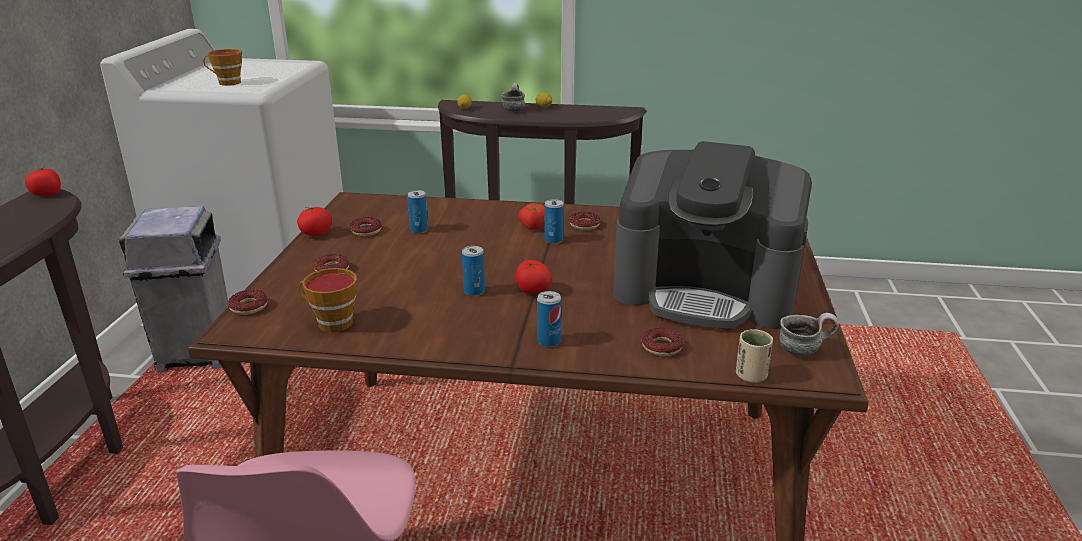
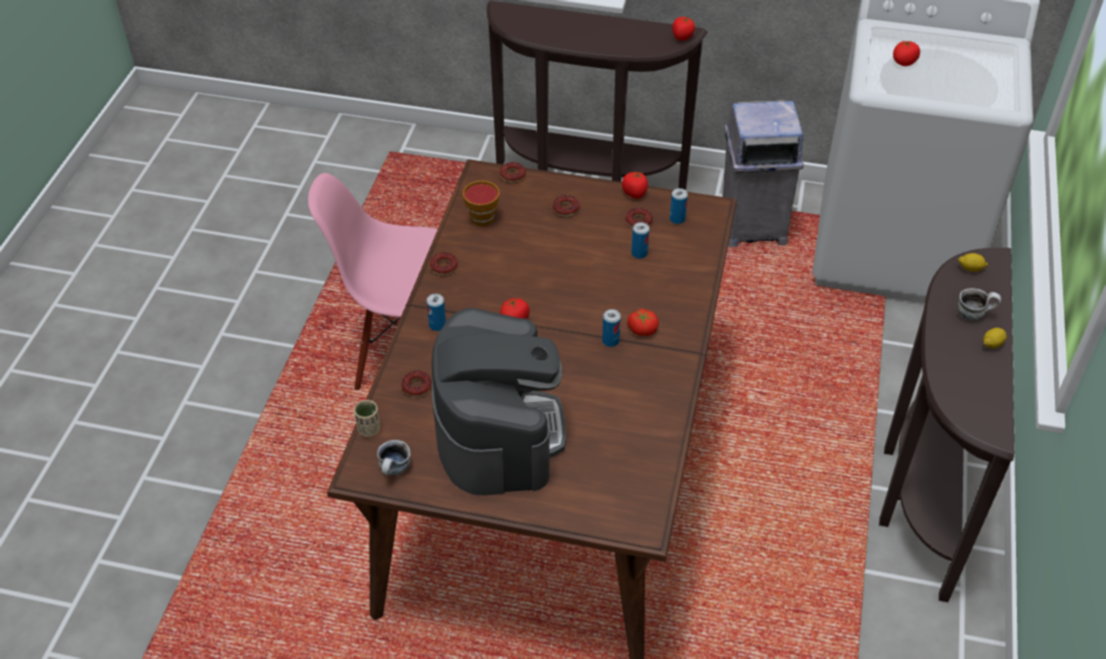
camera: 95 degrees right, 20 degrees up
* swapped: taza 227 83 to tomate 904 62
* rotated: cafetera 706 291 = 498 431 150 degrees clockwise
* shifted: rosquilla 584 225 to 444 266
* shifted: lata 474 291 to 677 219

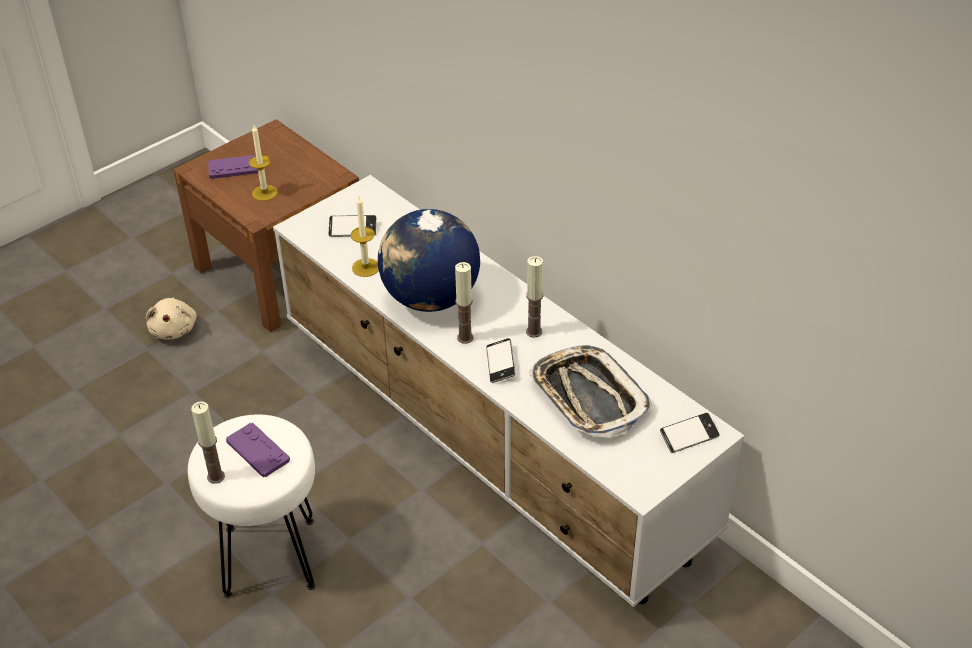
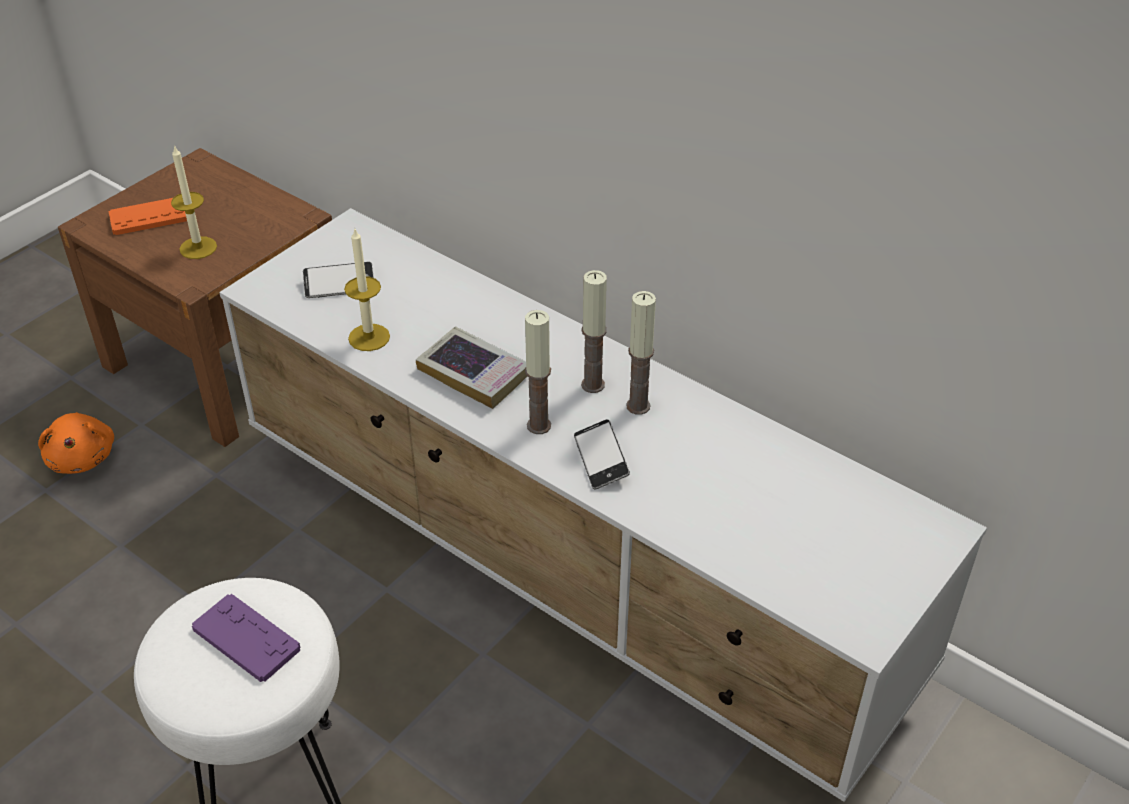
camera: 10 degrees left, 0 degrees up
* repainted: mando de consola [morado] 235 168 to mando de consola [naranja] 149 217
* swapped: globo terráqueo 430 298 to libro 474 373
* repainted: peluche [beis] 174 329 to peluche [naranja] 82 457
* gone: bandeja 588 397
* shifted: vela 216 476 to 593 385
* gone: móvil 689 436

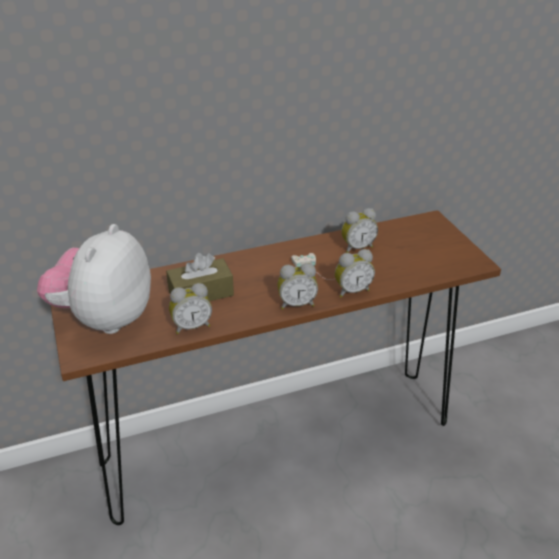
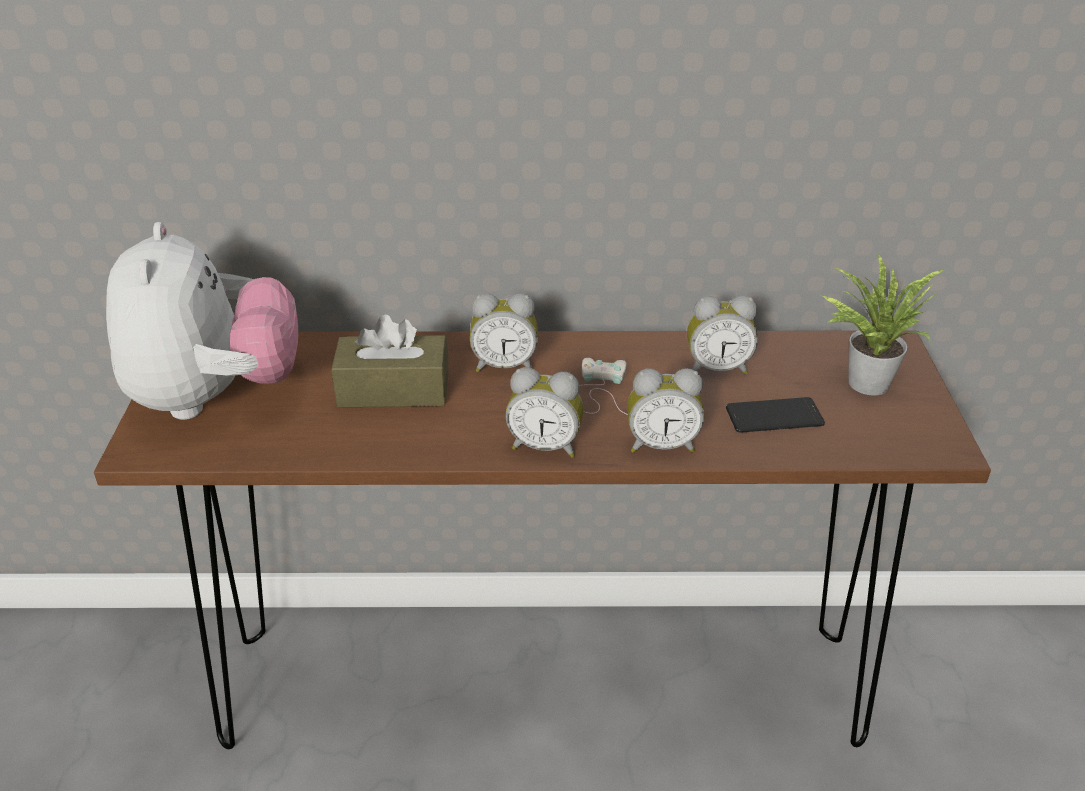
camera: 20 degrees right, 0 degrees up
* rotated: peluche 104 318 = 216 397 135 degrees clockwise
* shifted: despertador 191 326 to 504 365
* new: planta en maceta 864 380
* new: móvil 774 416

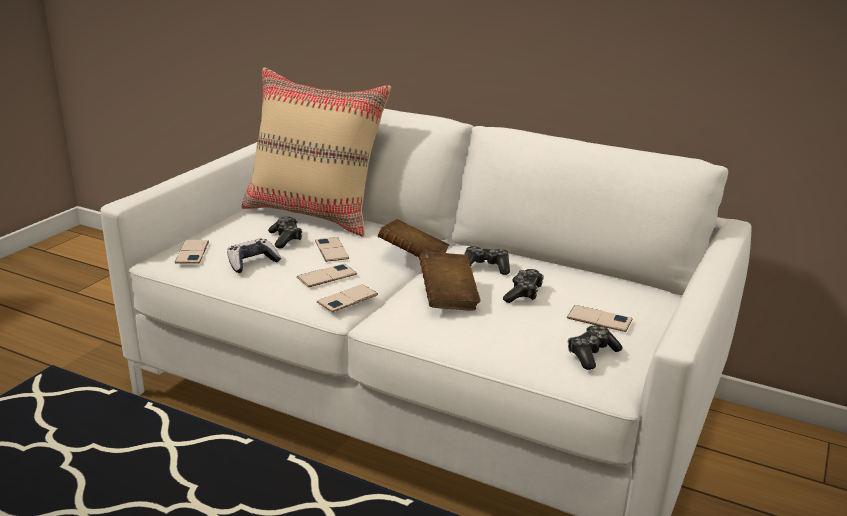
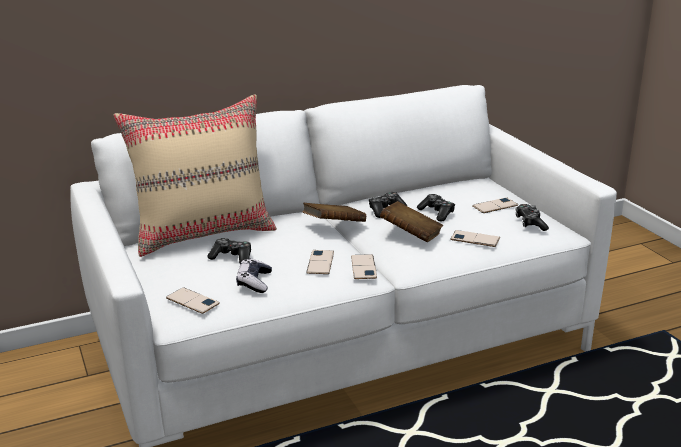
camera: 50 degrees left, 0 degrees up
* shifted: móvil 331 250 to 475 239

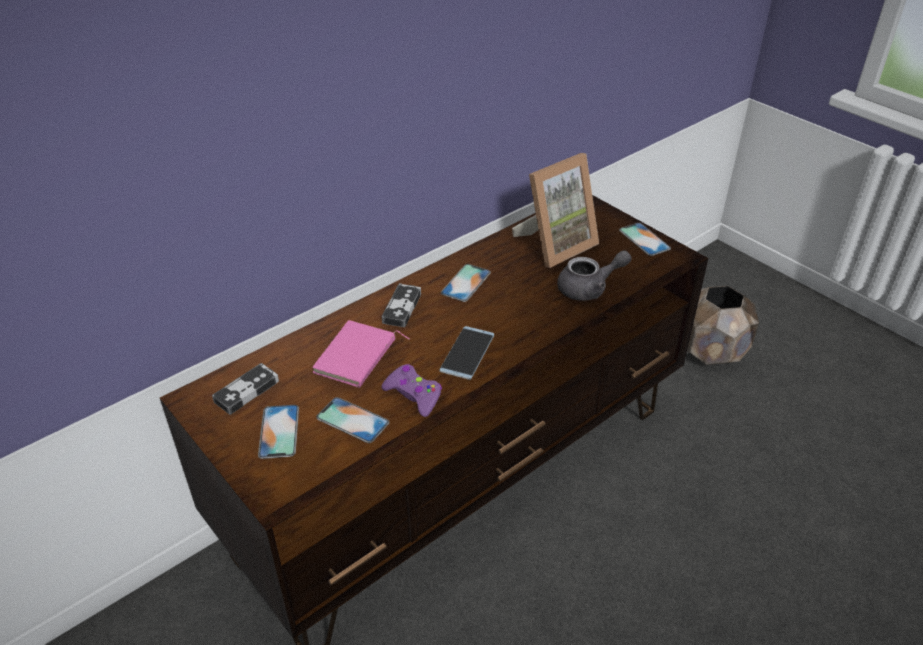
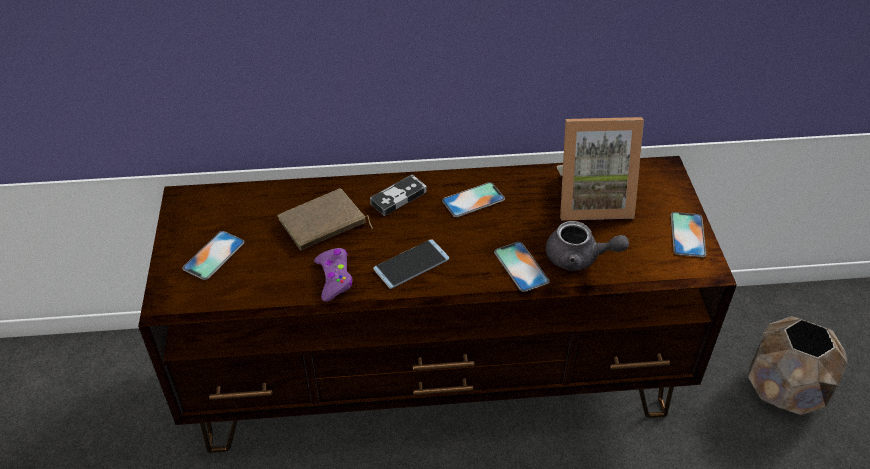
camera: 35 degrees right, 5 degrees up
* repainted: libro [rosa] 357 358 to libro [marrón] 323 224
* gone: mando de consola 247 391
* shifted: móvil 352 420 to 521 267

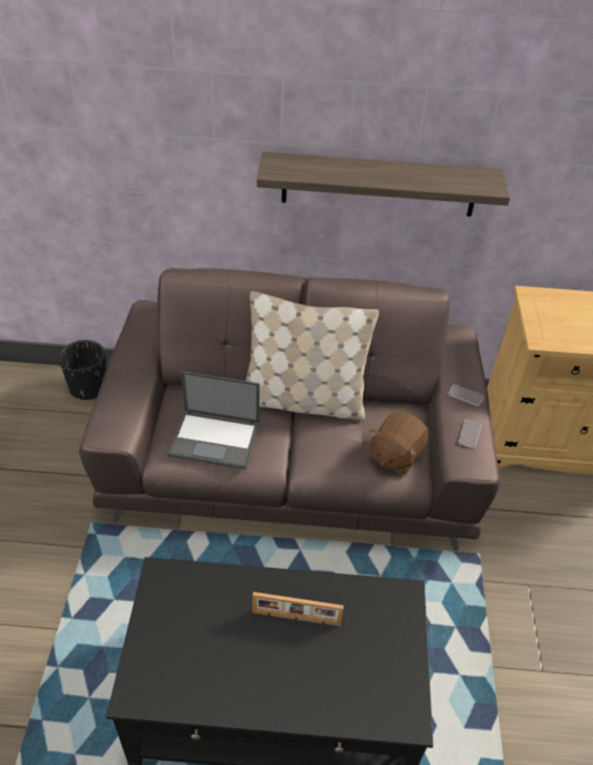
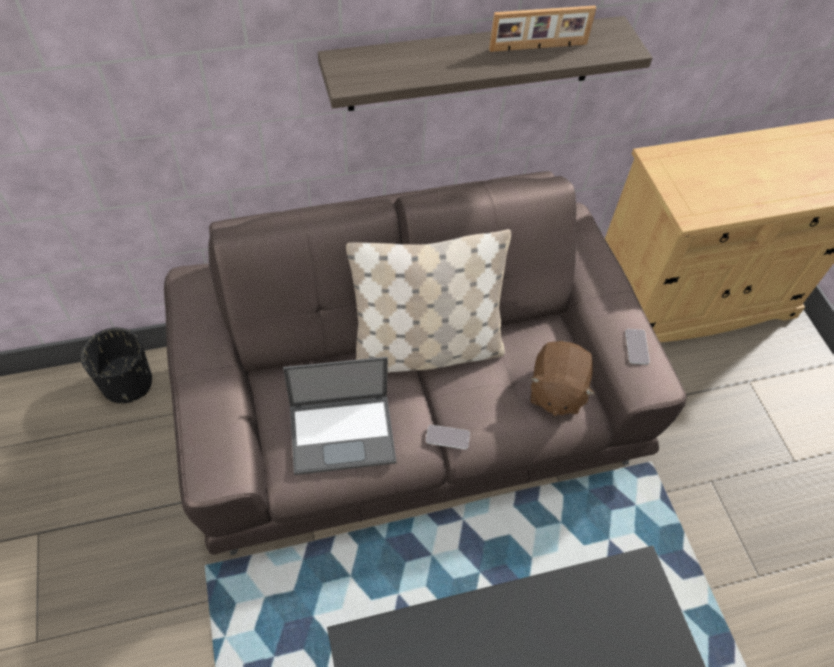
camera: 20 degrees left, 10 degrees up
* shifted: móvil 465 396 to 447 437
* shifted: portarretratos 296 619 to 538 47

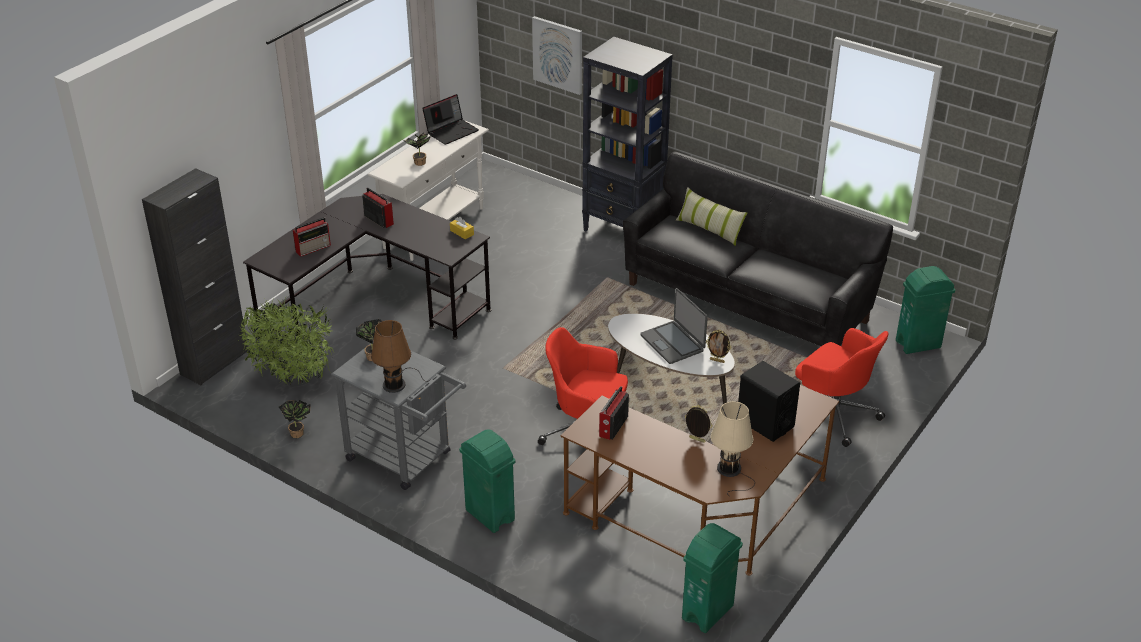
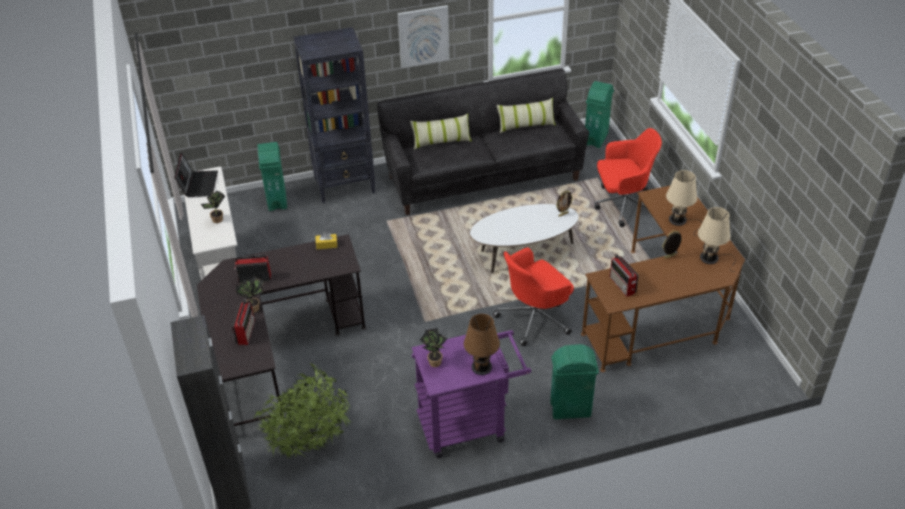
camera: 50 degrees left, 5 degrees up
* shifted: cuadro 558 54 to 423 36
* gone: portátil 673 343
* repainted: carrito [gris] 405 459 to carrito [morado] 469 424
* swapped: altavoz [negro] 765 423 to lámpara de mesa [beis] 679 221
* shifted: planta en maceta 299 433 to 254 307
* shifted: papelera [verde] 708 612 to 277 200
* new: cojín 526 125

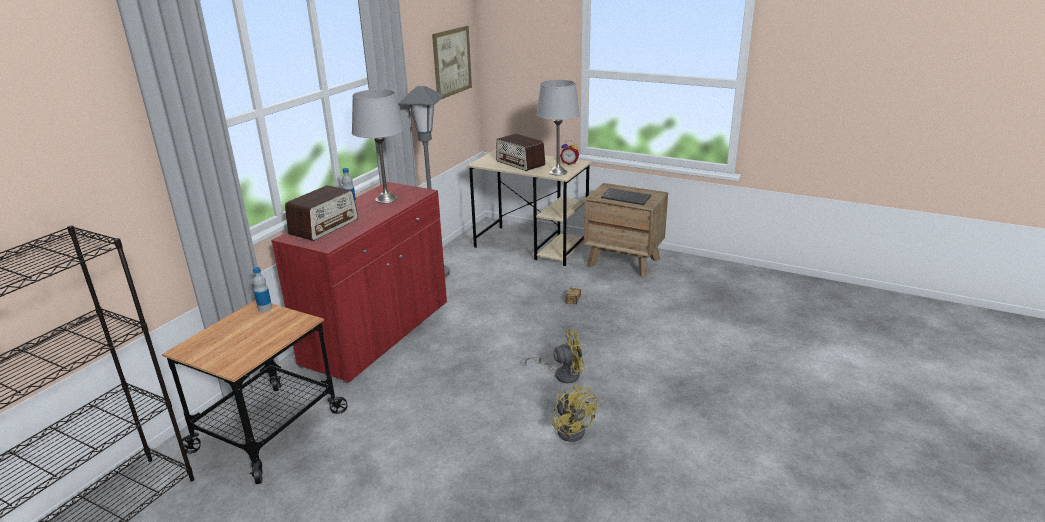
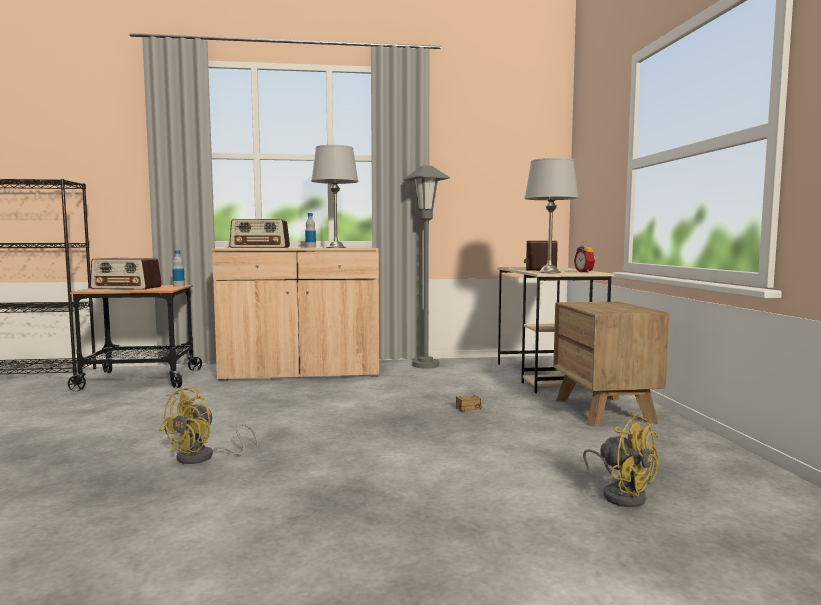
camera: 55 degrees right, 20 degrees down
* gone: cuadro 452 62
* repainted: armario [rojo] 378 333 to armario [beis] 301 372
* gone: teclado 626 197
* shifted: ventilador [amarillo] 562 374 to 621 494
* new: radio 127 288

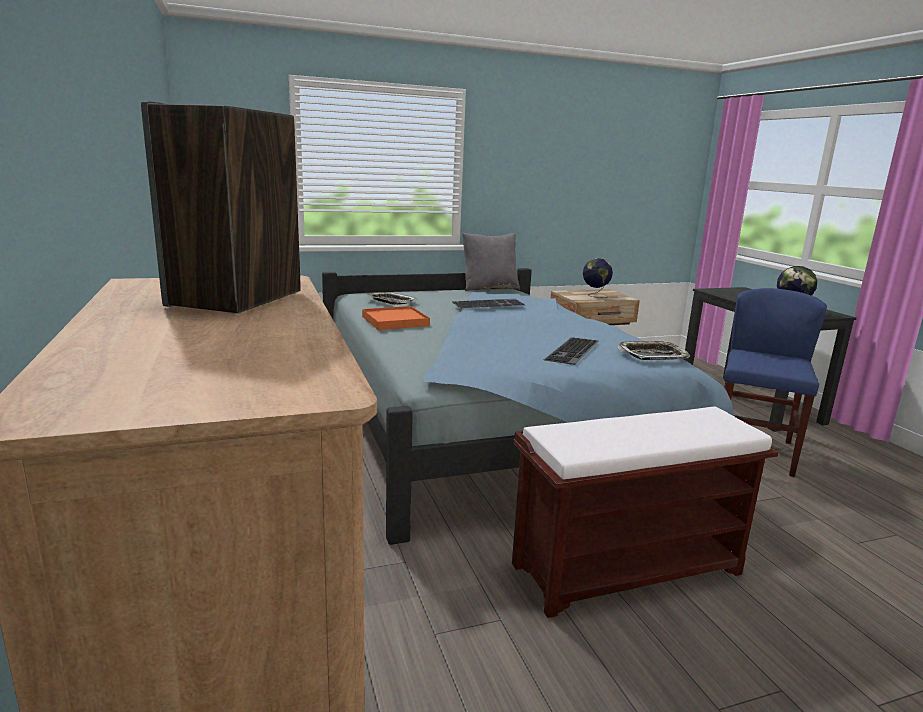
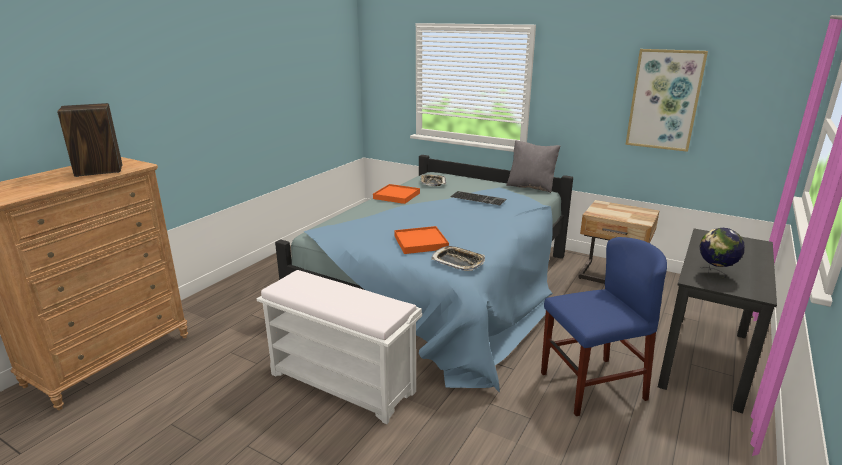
camera: 50 degrees right, 5 degrees up
* gone: globo terráqueo 595 295
* swapped: teclado 574 351 to bandeja [naranja] 420 242
* repainted: banco [marrón] 628 568 to banco [blanco] 343 383
* new: cuadro 664 100

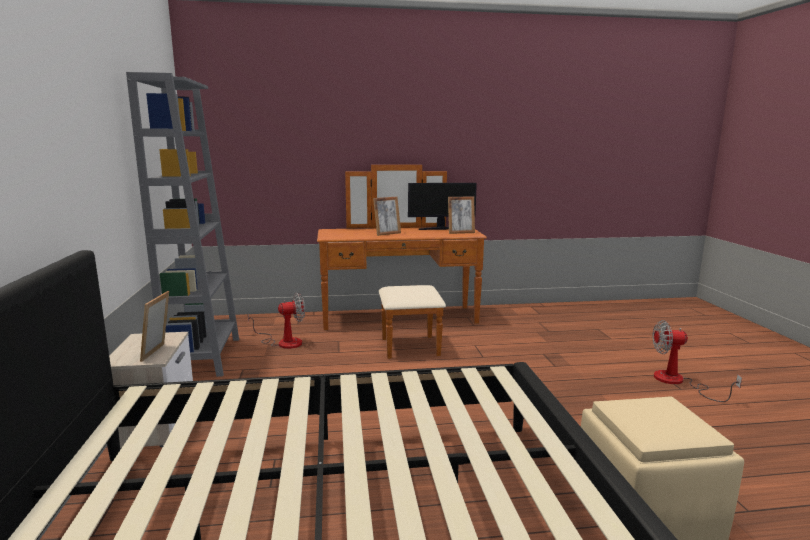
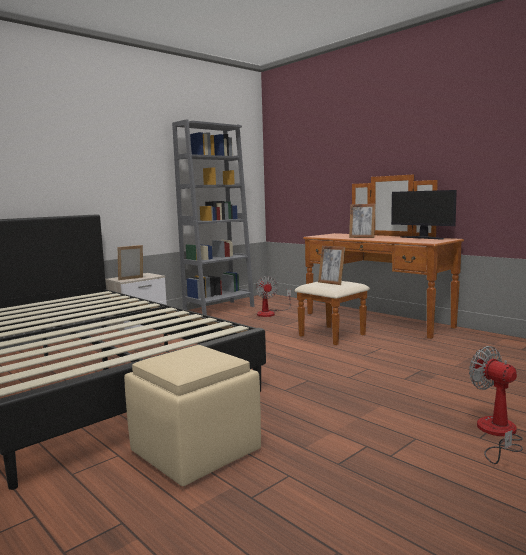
camera: 55 degrees right, 5 degrees down
* shifted: portarretratos 461 232 to 331 283
* rotated: ventilador 283 342 = 270 313 45 degrees clockwise

